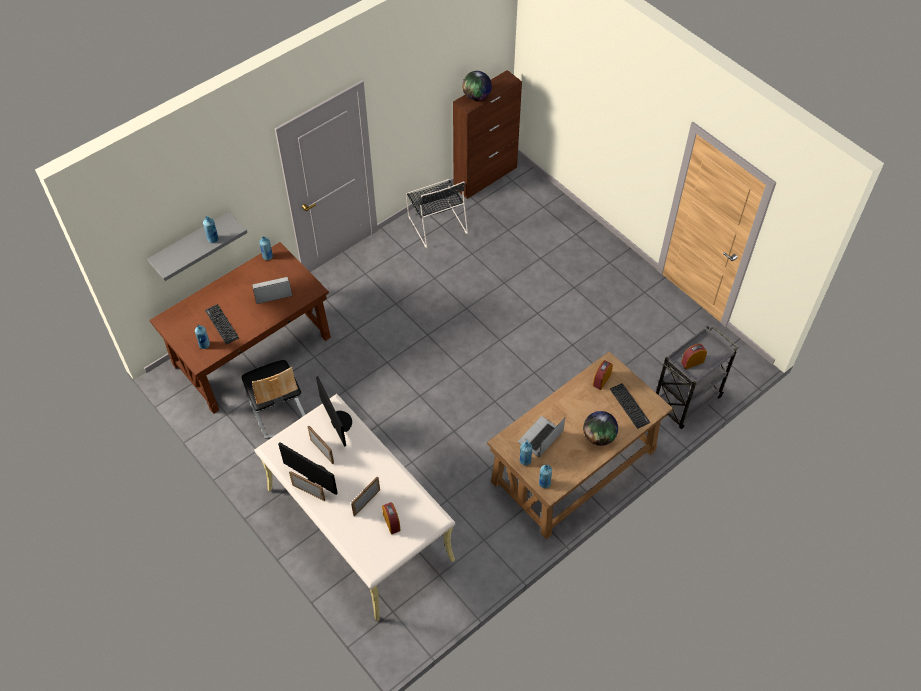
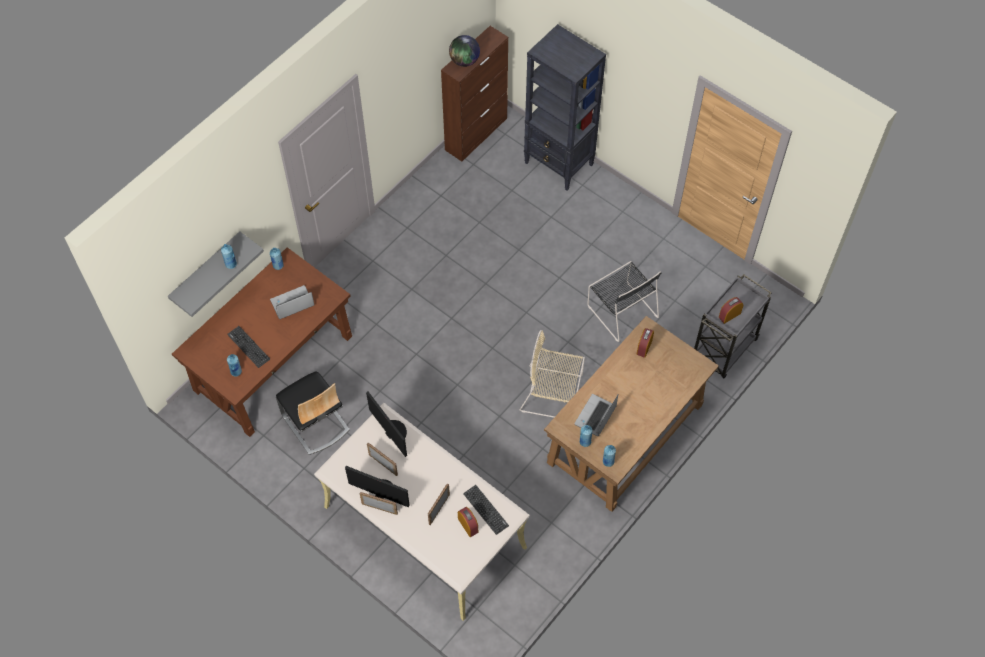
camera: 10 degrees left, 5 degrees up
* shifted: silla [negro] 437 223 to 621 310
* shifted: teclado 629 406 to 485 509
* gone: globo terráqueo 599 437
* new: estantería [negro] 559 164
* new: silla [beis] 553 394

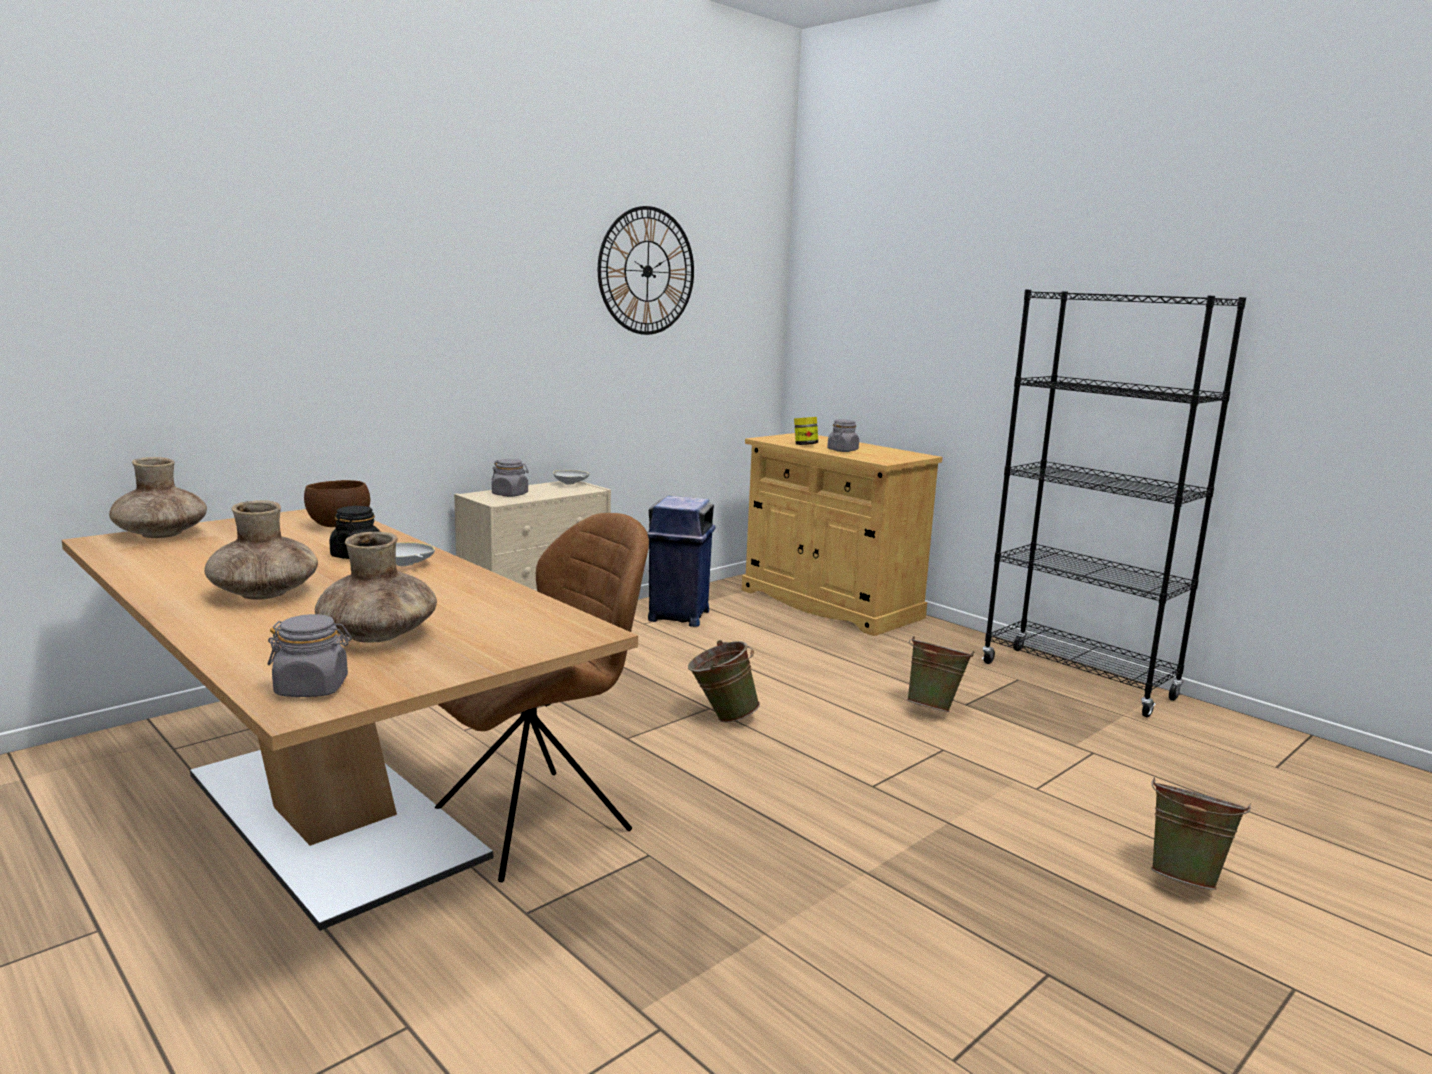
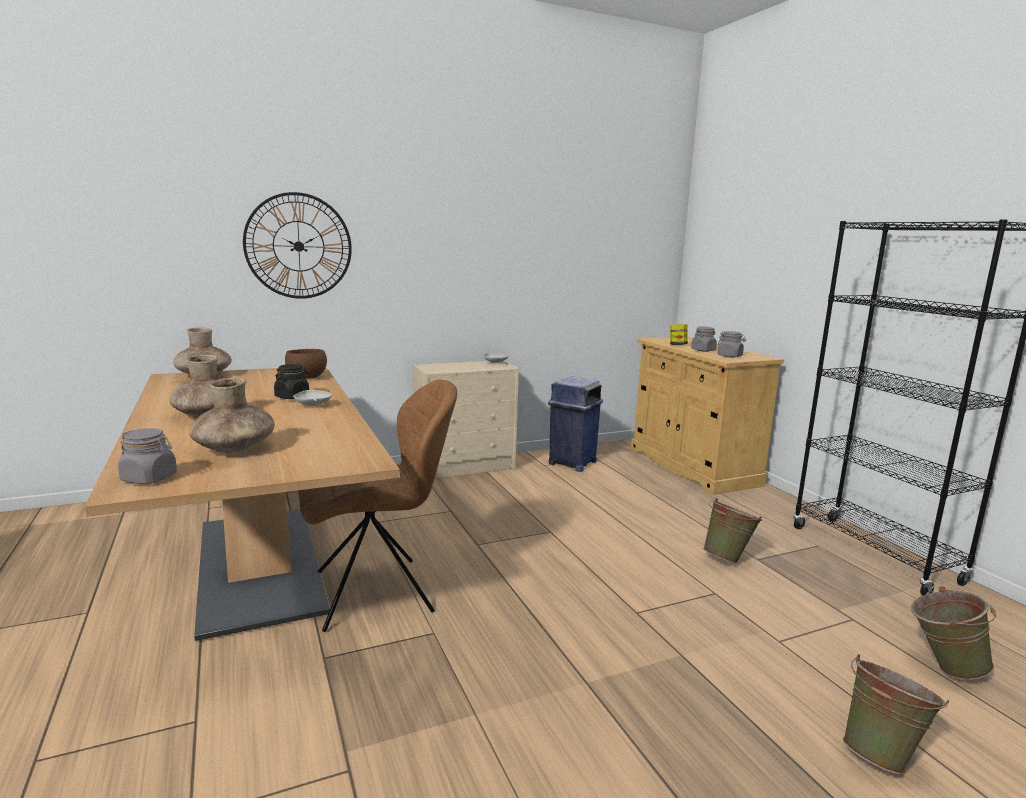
camera: 20 degrees right, 0 degrees up
* shifted: reloj de pared 647 271 to 298 246
* shifted: tarro [gris] 510 494 to 730 356
* shifted: cubo [verde] 721 717 to 942 667

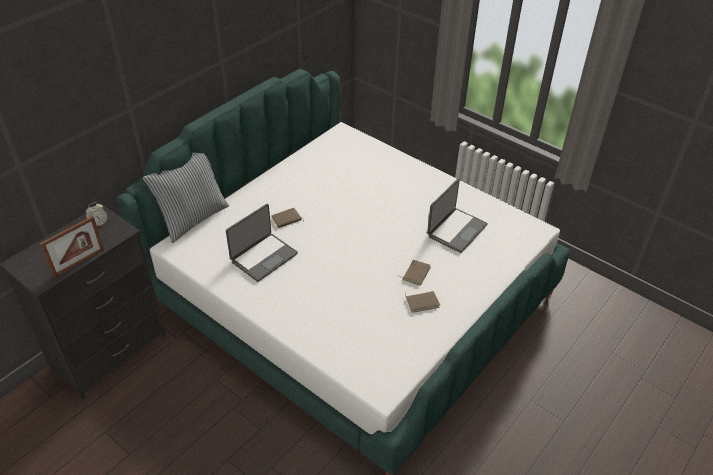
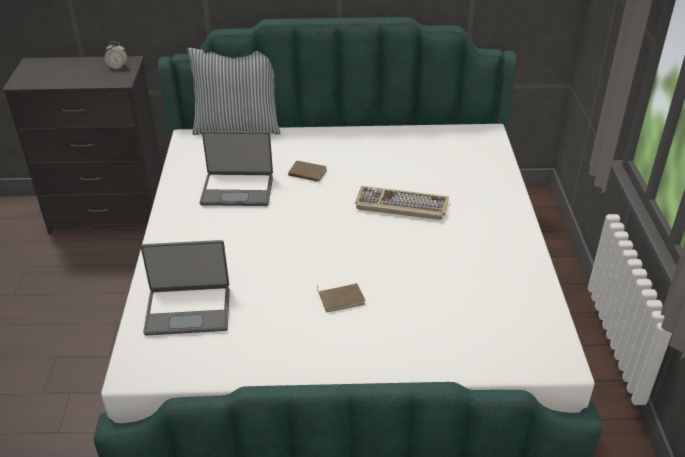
camera: 50 degrees right, 5 degrees down
* shifted: portátil 456 230 to 188 310
* gone: portarretratos 79 262
* gone: libro [marrón] 422 302
* new: teclado 400 206

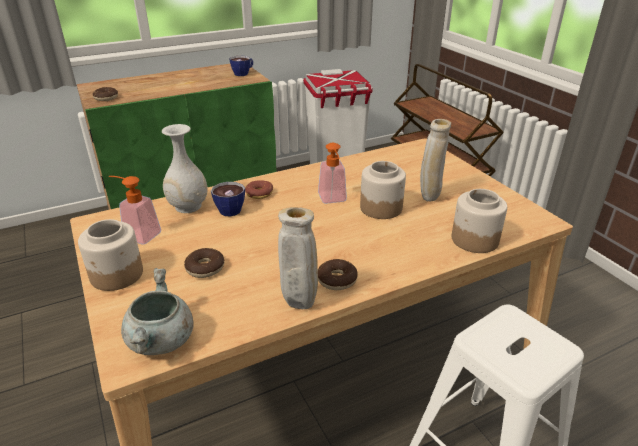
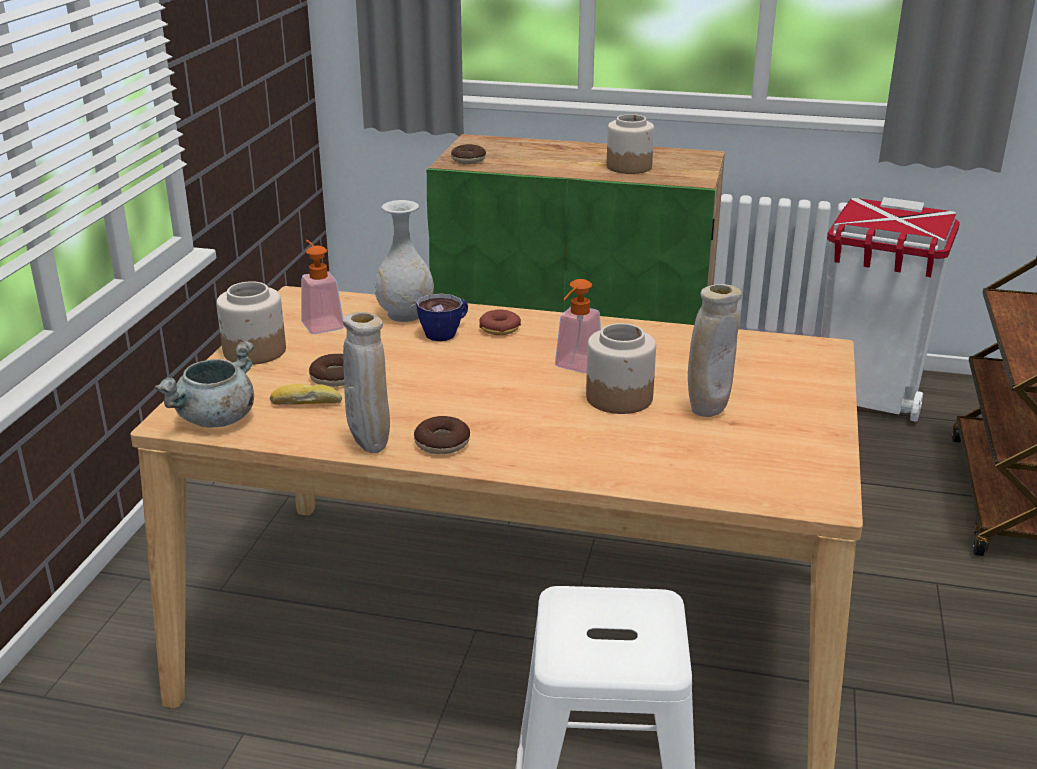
camera: 40 degrees right, 5 degrees down
* gone: taza 243 73
* shifted: tarro 474 239 to 629 167
* new: pan 306 403

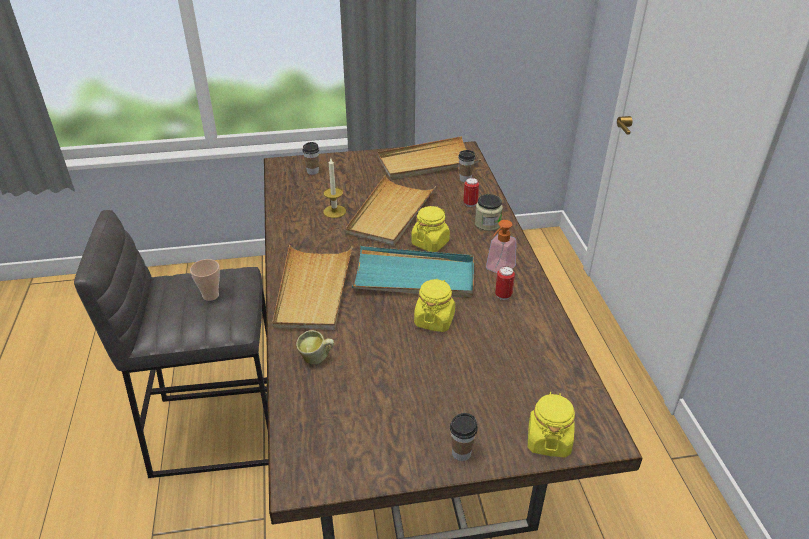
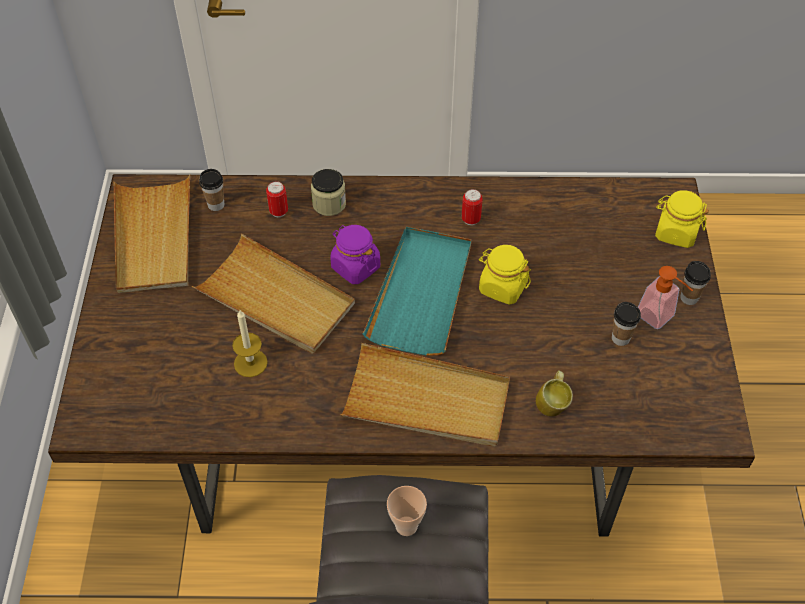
camera: 80 degrees left, 15 degrees up
* shifted: taza 312 171 to 620 338
* repainted: tarro [amarillo] 430 243 to tarro [morado] 355 267
* shifted: dispensador de jabón 498 270 to 660 318

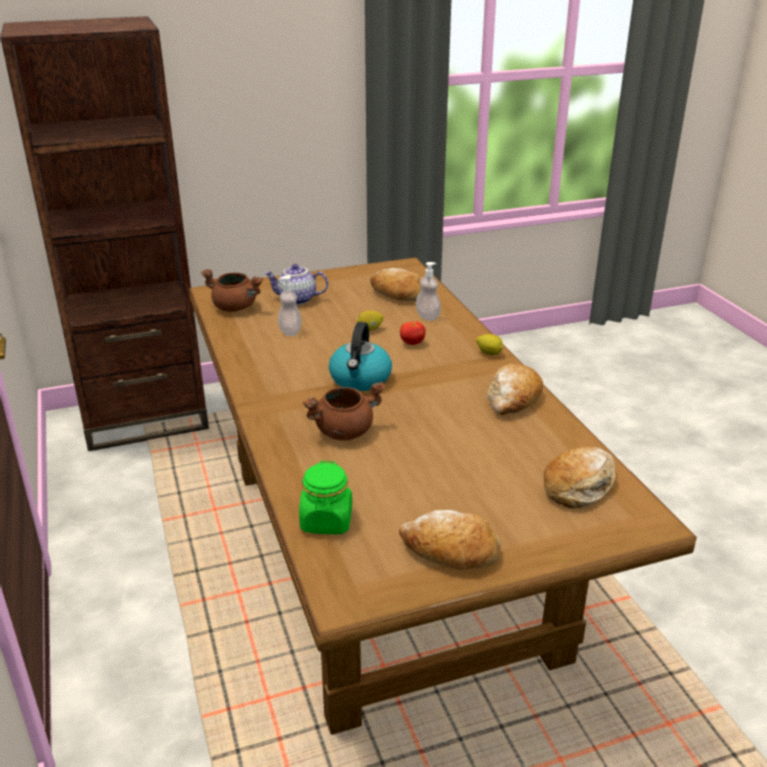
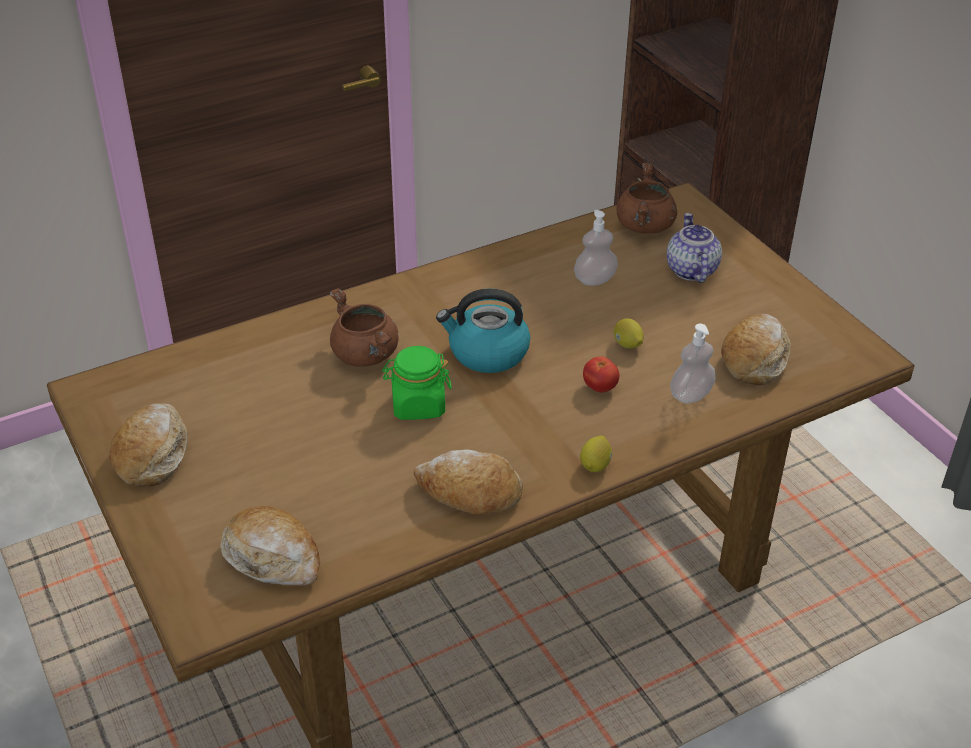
camera: 80 degrees right, 10 degrees up
* shifted: tarro [verde] 326 521 to 418 405

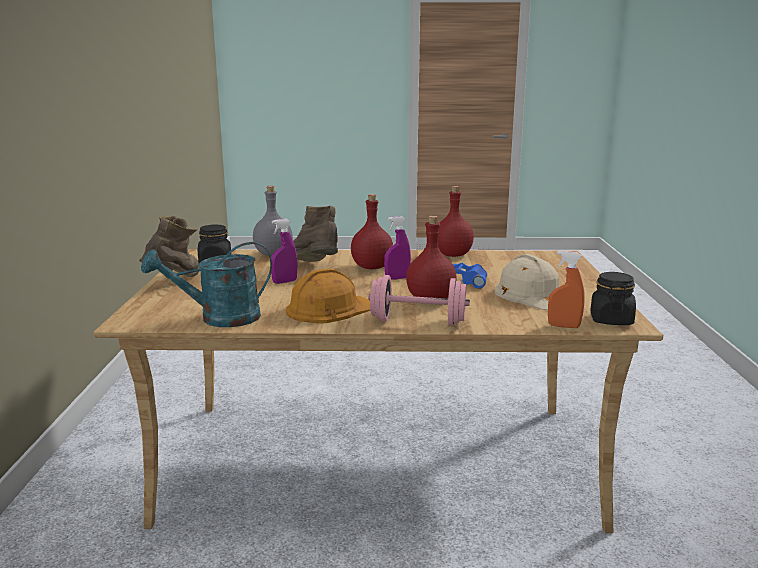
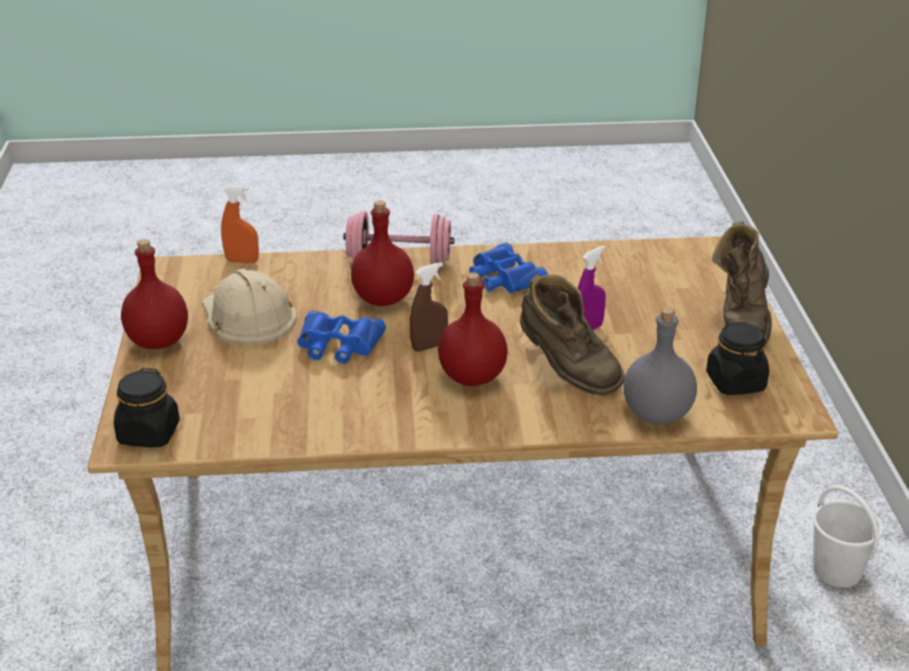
camera: 175 degrees right, 15 degrees up
* shifted: botella [rojo] 452 255 to 159 340
* repainted: pulverizador [morado] 397 278 to pulverizador [marrón] 429 346
* gone: regadera [turquesa] 219 319
* swapped: casco [naranja] 329 308 to prismáticos [azul] 504 277
* shifted: tarro [negro] 611 320 to 149 434
* new: cubo [blanco] 836 570

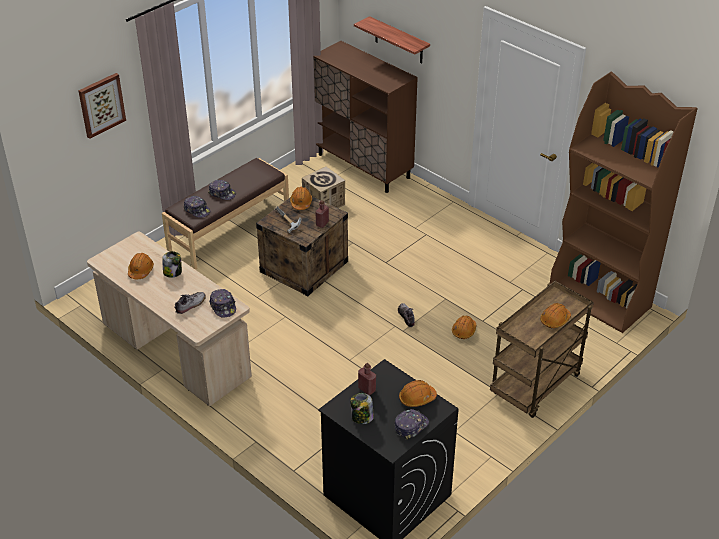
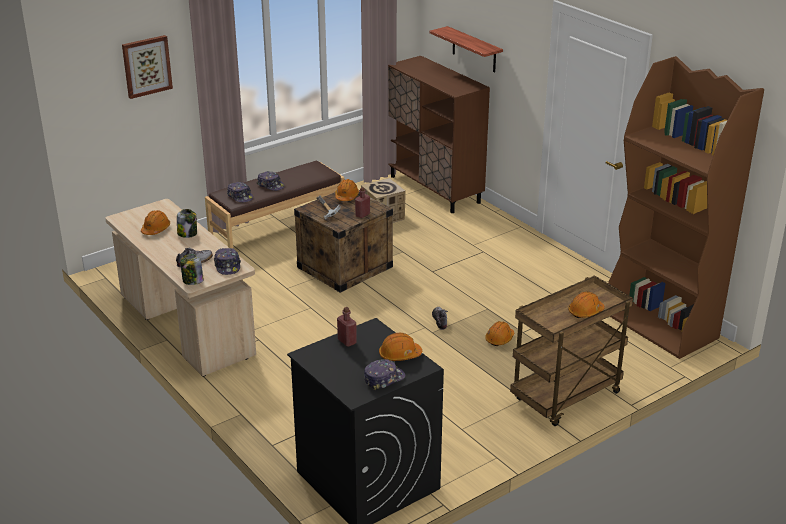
camera: 10 degrees right, 10 degrees down
* shifted: tarro 361 417 to 192 281

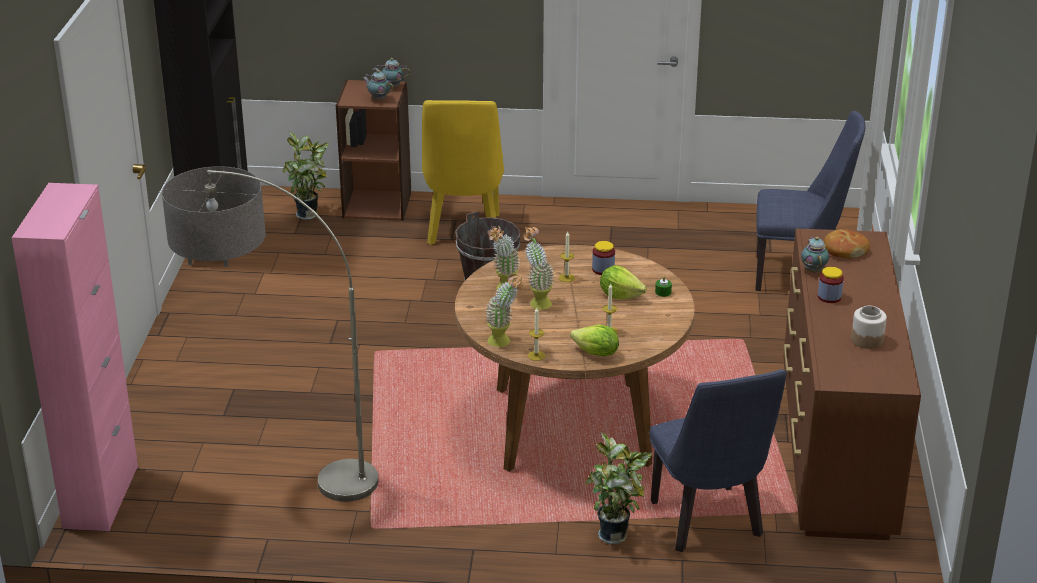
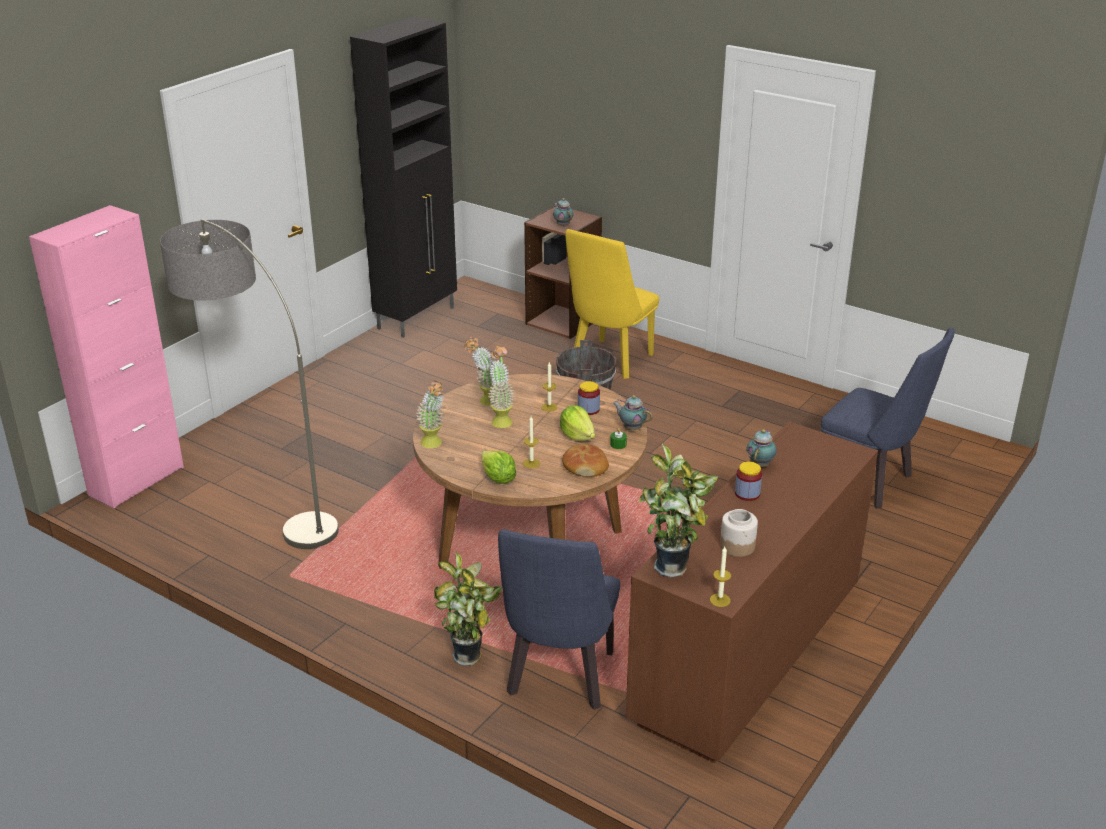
camera: 30 degrees right, 0 degrees up
* shifted: tetera 391 87 to 631 428
* shifted: planta en maceta 309 214 to 675 568
* shifted: pan 845 250 to 585 467
* shifted: vela 536 355 to 720 600

